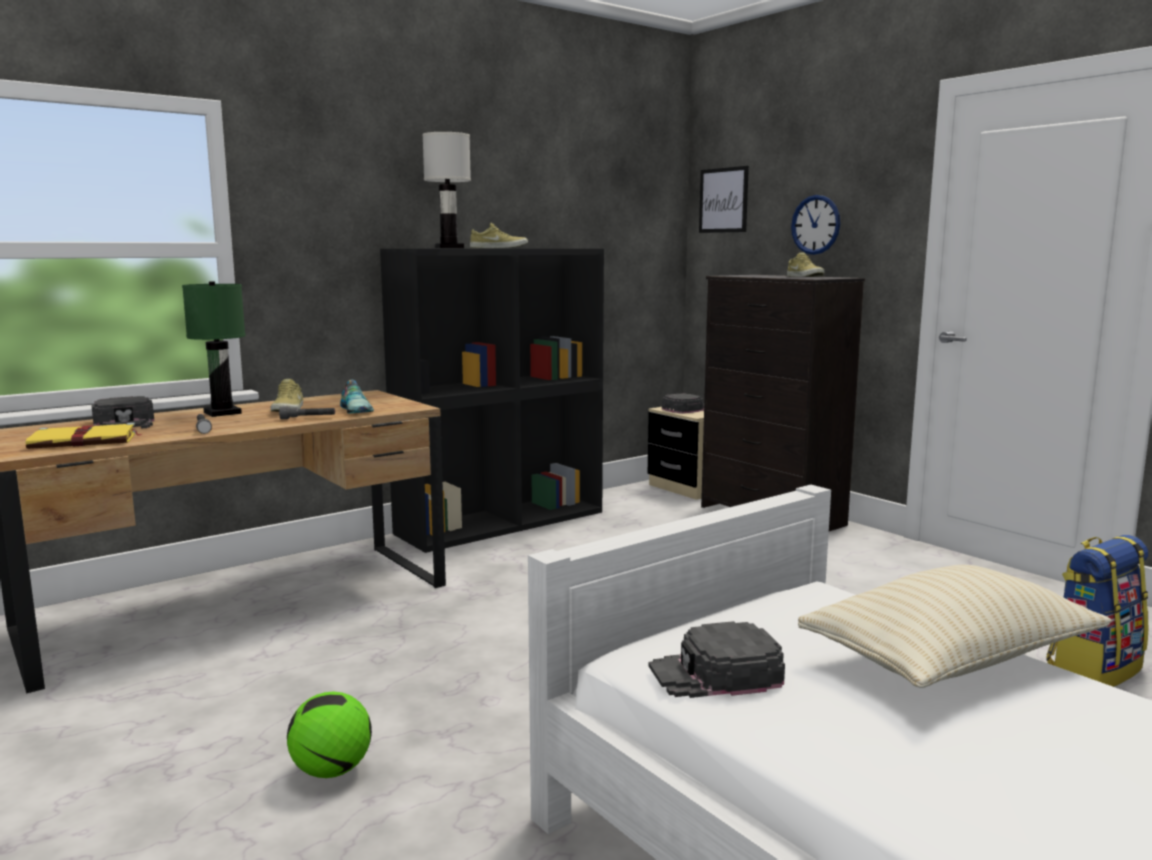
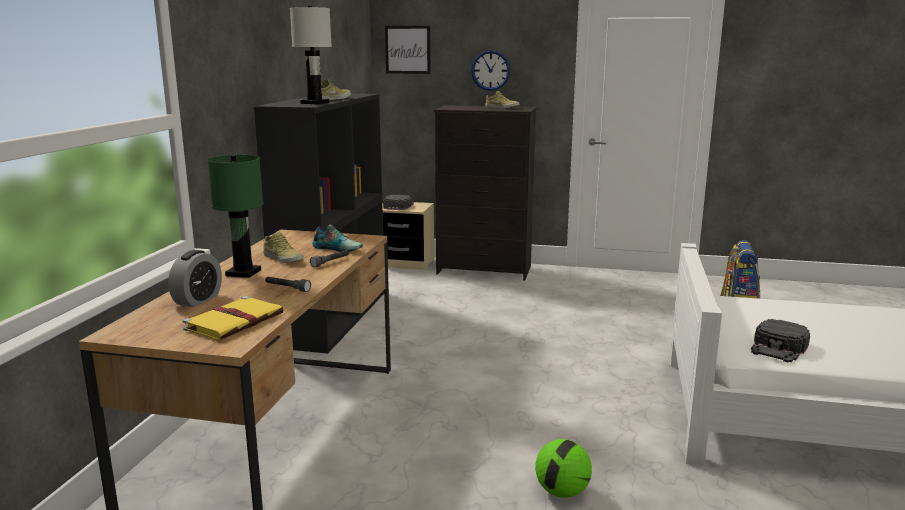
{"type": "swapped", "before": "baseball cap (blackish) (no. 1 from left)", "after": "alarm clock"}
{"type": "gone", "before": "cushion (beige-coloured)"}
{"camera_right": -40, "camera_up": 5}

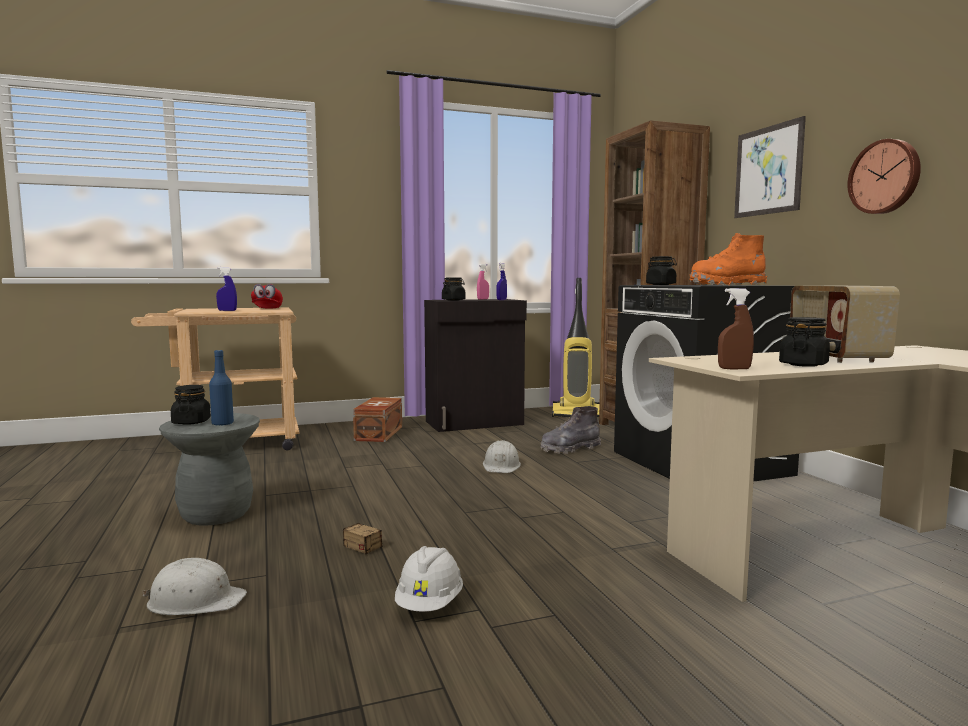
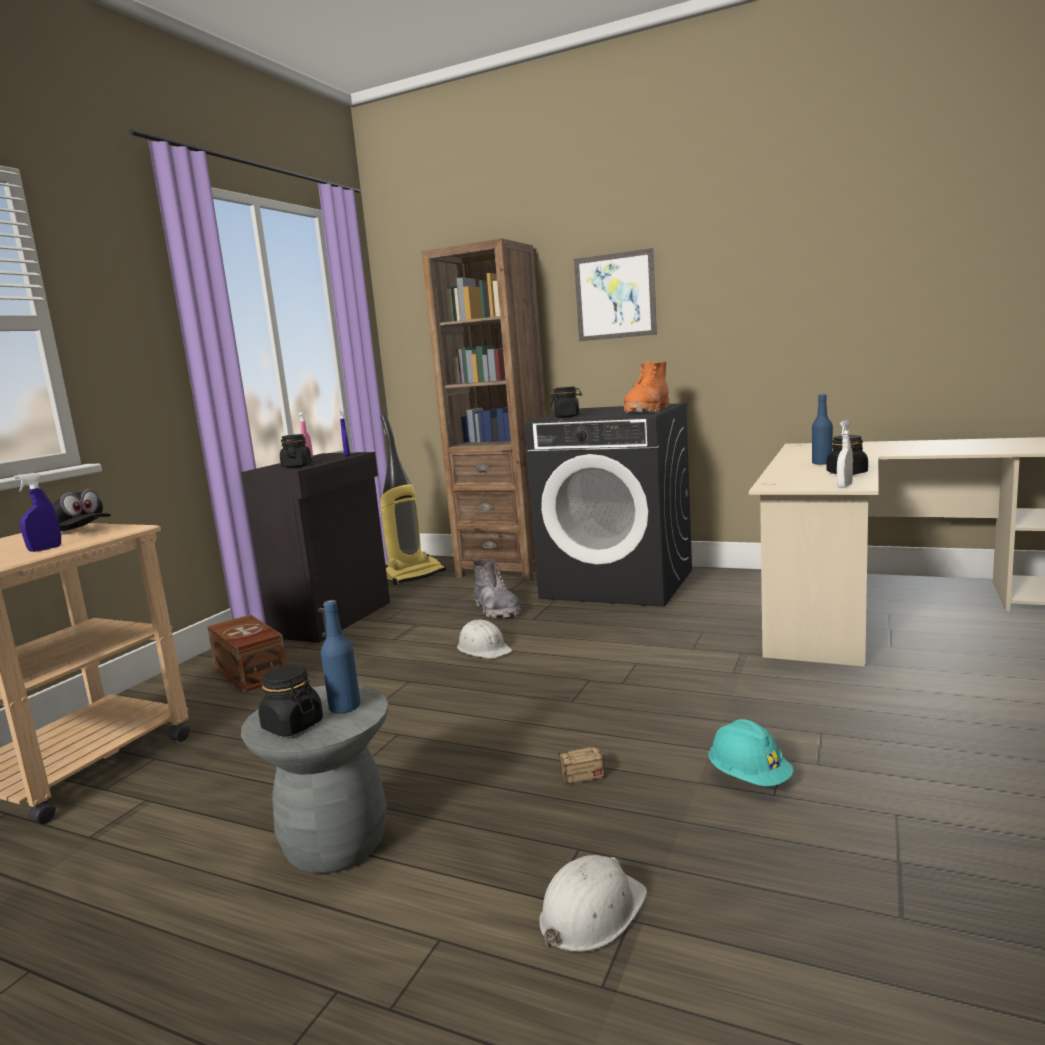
{"type": "repainted", "before": "baseball cap (red)", "after": "baseball cap (blackish)"}
{"type": "repainted", "before": "work helmet (whitish) (no. 2 from left)", "after": "work helmet (blue-green)"}
{"type": "rotated", "before": "boot (greyish)", "turn": -45}
{"type": "repainted", "before": "hand sprayer (brown-coloured)", "after": "hand sprayer (whitish)"}
{"type": "swapped", "before": "radio", "after": "drink bottle (blue-coloured) (no. 2 from left)"}
{"type": "gone", "before": "clock on the wall"}
{"camera_right": -45, "camera_up": 5}

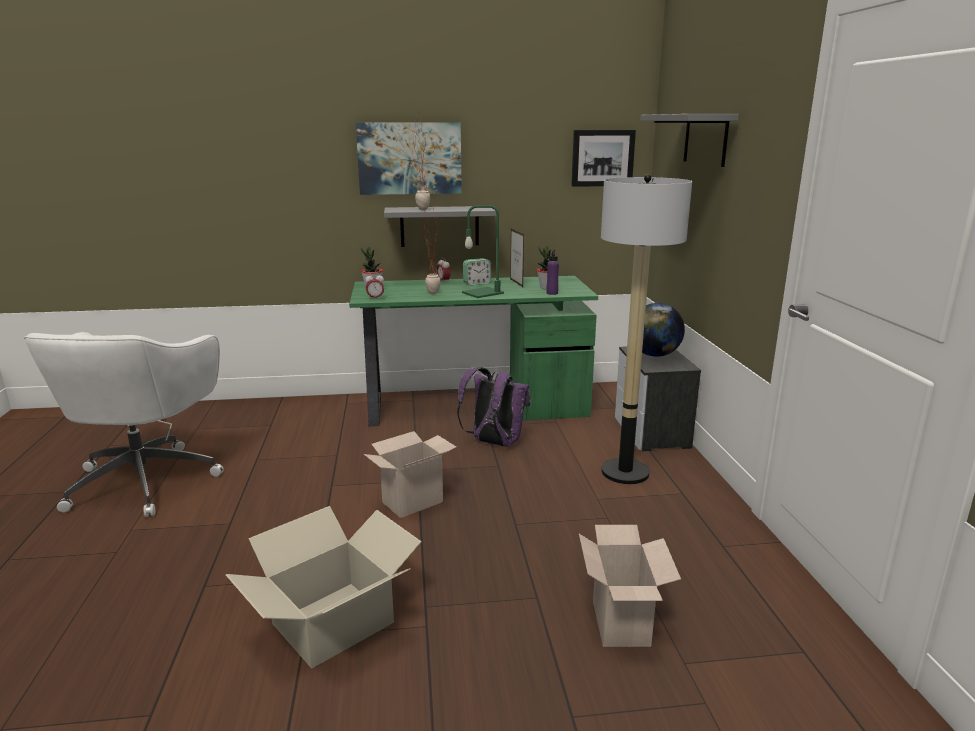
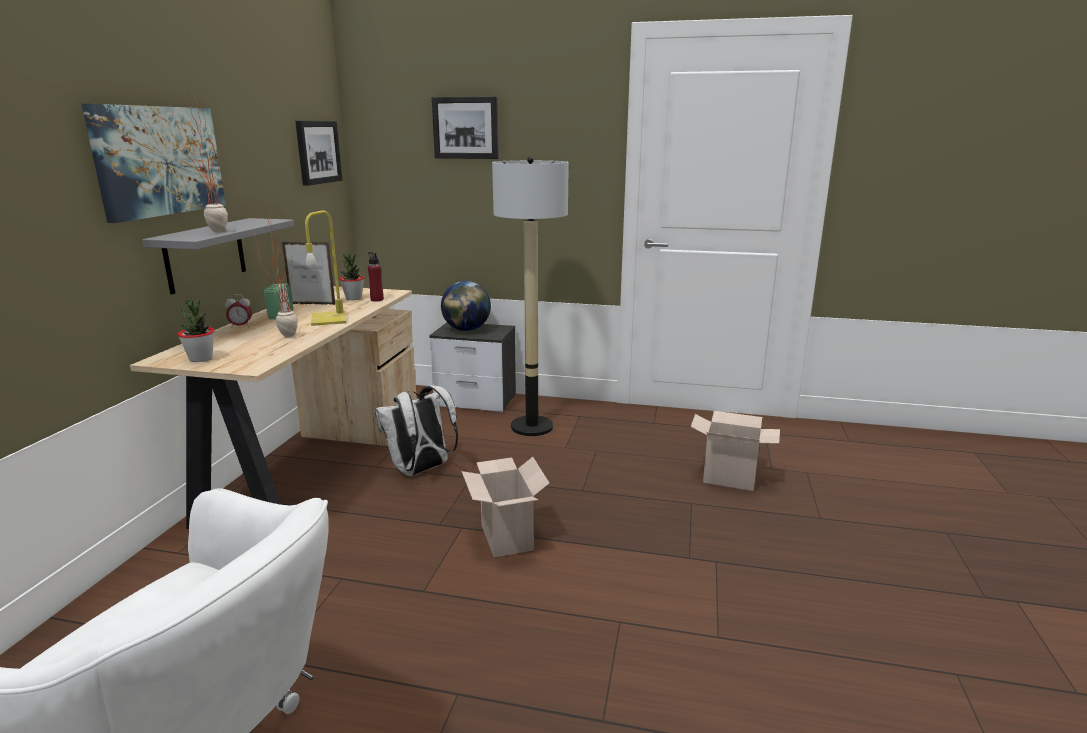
{"type": "gone", "before": "cardboard box (no. 1 from left)"}
{"type": "repainted", "before": "desk (green-coloured)", "after": "desk (beige-coloured)"}
{"type": "gone", "before": "alarm clock (no. 1 from left)"}
{"type": "repainted", "before": "knapsack (purple-coloured)", "after": "knapsack (whitish)"}
{"type": "repainted", "before": "lamp for a table (green-coloured)", "after": "lamp for a table (yellow-coloured)"}
{"type": "repainted", "before": "drink bottle (purple-coloured)", "after": "drink bottle (red)"}
{"type": "swapped", "before": "bracket shelf (greyish) (no. 2 from left)", "after": "wall picture (no. 3 from left)"}
{"camera_right": -70, "camera_up": 0}

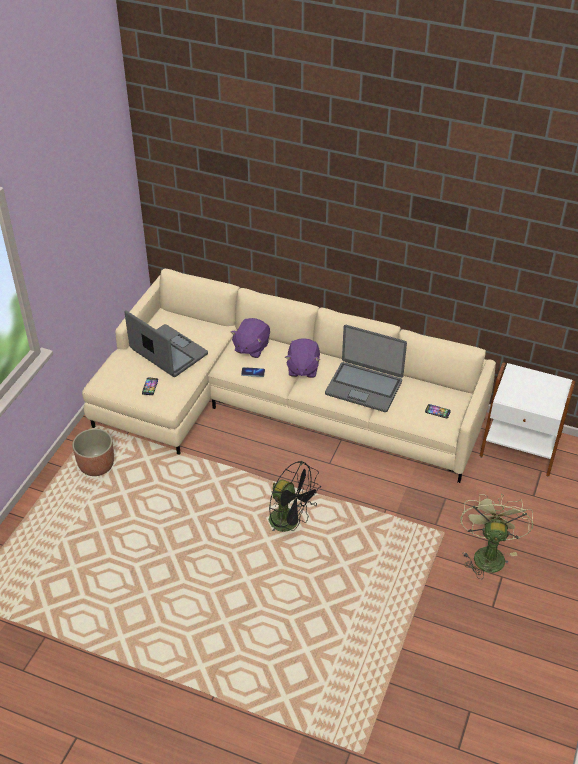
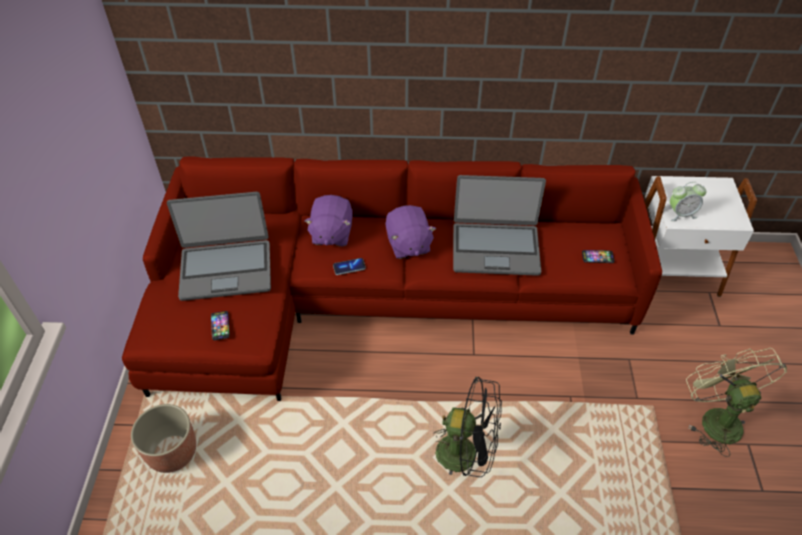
{"type": "repainted", "before": "couch (beige-coloured)", "after": "couch (red)"}
{"type": "rotated", "before": "notebook computer (no. 1 from left)", "turn": 150}
{"type": "new", "after": "alarm clock"}
{"camera_right": -20, "camera_up": 5}

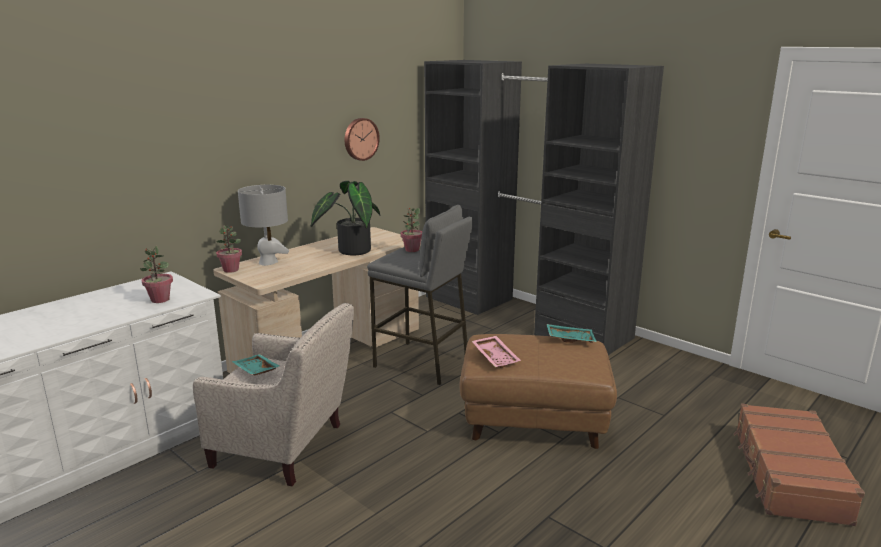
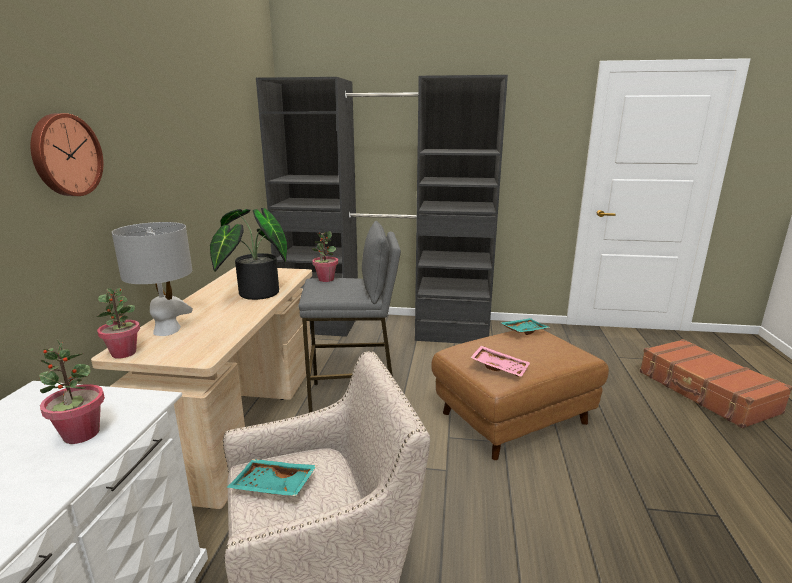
{"type": "shifted", "before": "clock on the wall"}
{"camera_right": -35, "camera_up": 0}

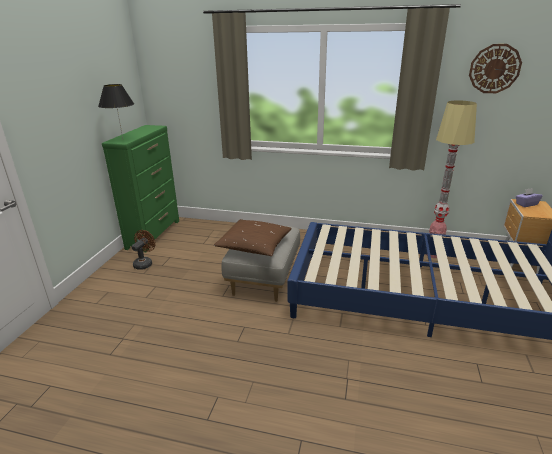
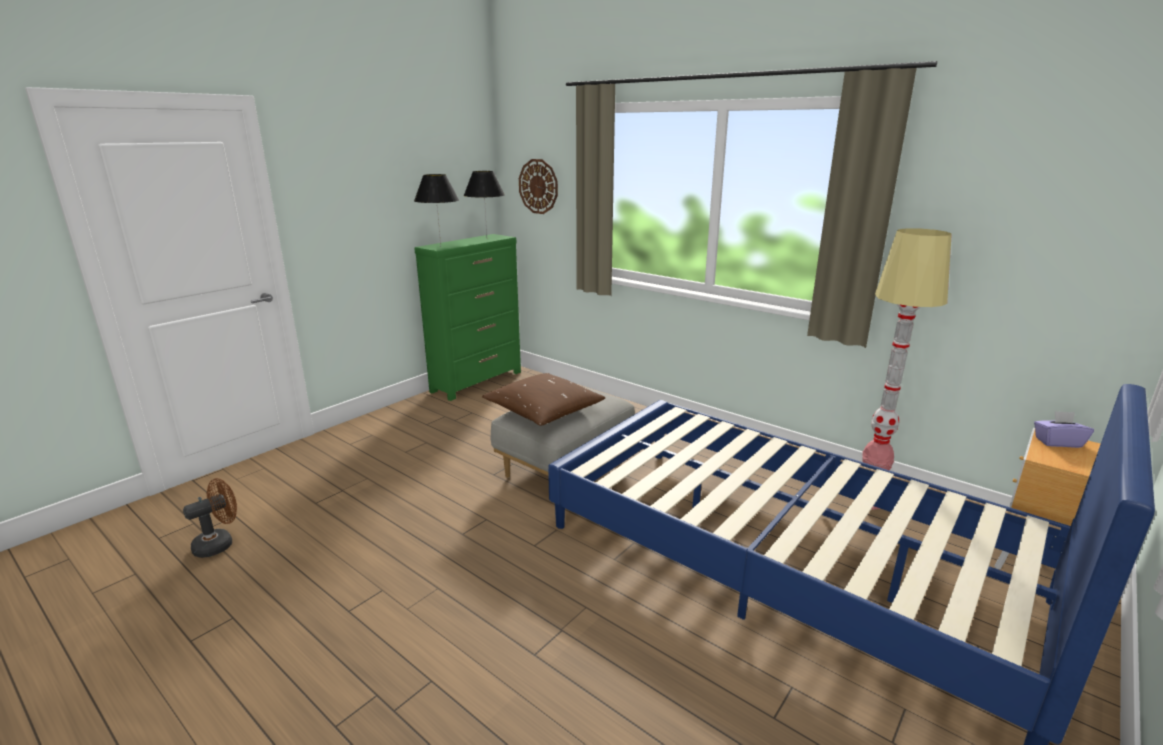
{"type": "shifted", "before": "electric fan (brown-coloured)"}
{"type": "shifted", "before": "clock on the wall"}
{"type": "new", "after": "lamp for a table (blackish) (no. 2 from left)"}
{"camera_right": 25, "camera_up": -5}

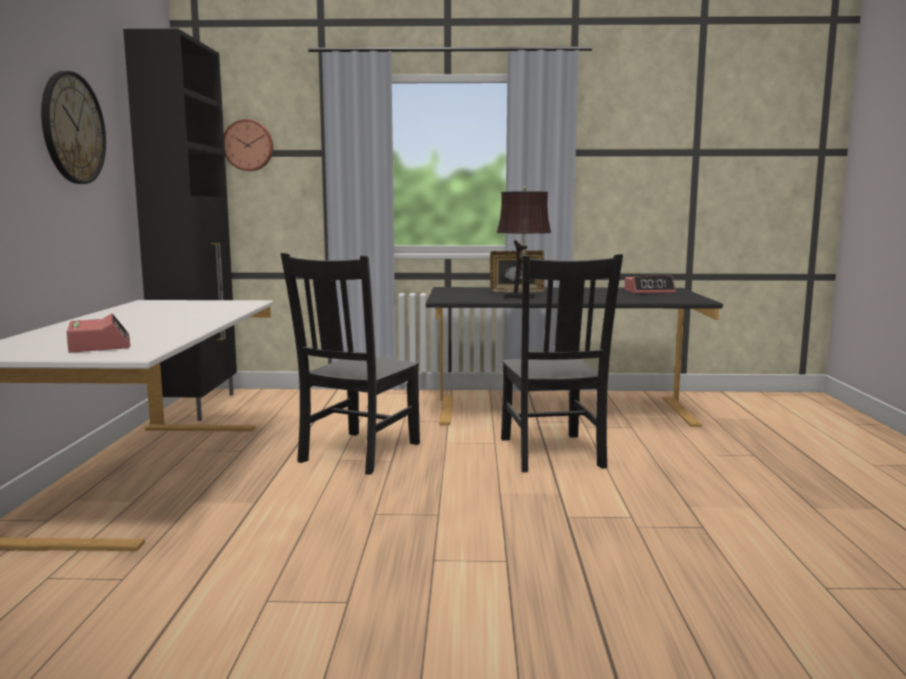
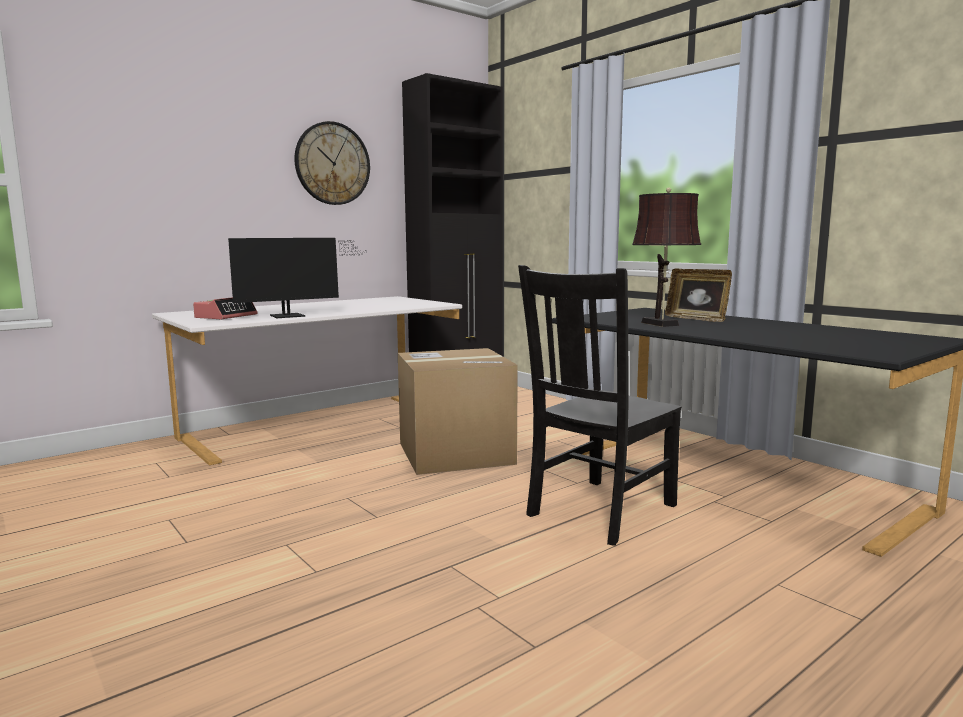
{"type": "gone", "before": "clock on the wall (no. 2 from left)"}
{"type": "swapped", "before": "chair (blackish) (no. 1 from left)", "after": "cardboard box"}
{"type": "gone", "before": "alarm clock (no. 2 from left)"}
{"type": "new", "after": "computer screen"}
{"camera_right": 50, "camera_up": 0}

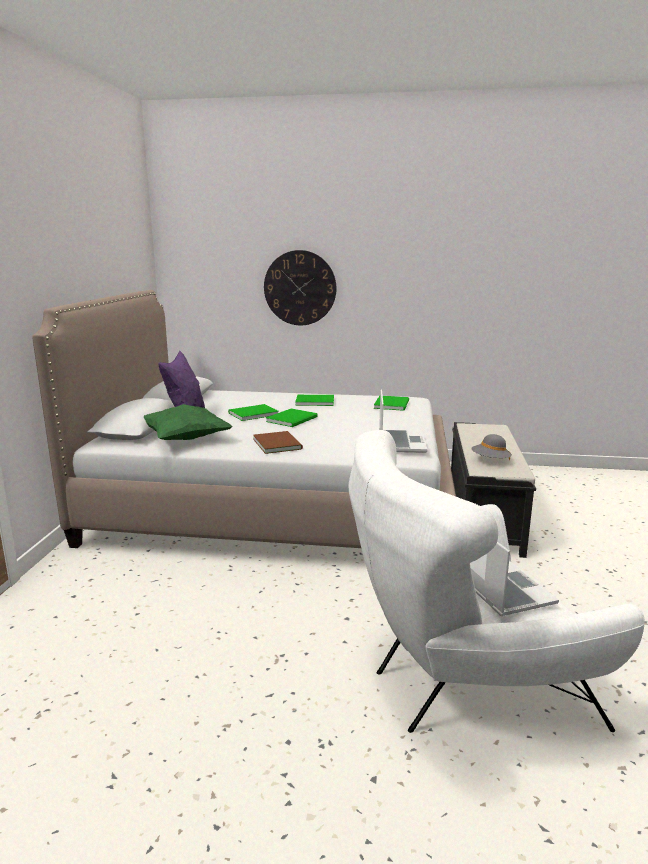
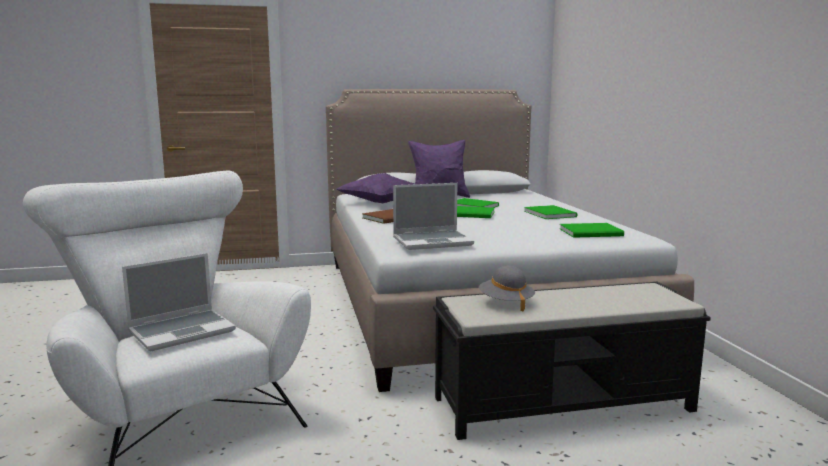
{"type": "repainted", "before": "cushion (green-coloured)", "after": "cushion (purple-coloured) (no. 1 from left)"}
{"type": "gone", "before": "clock on the wall"}
{"camera_right": 70, "camera_up": -5}

